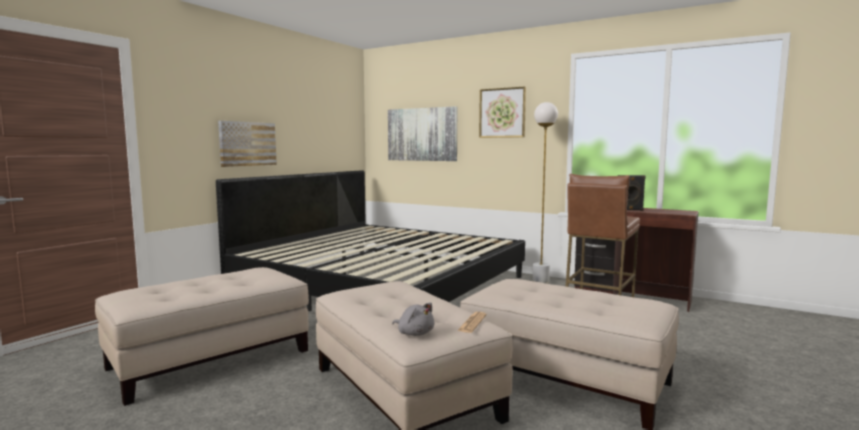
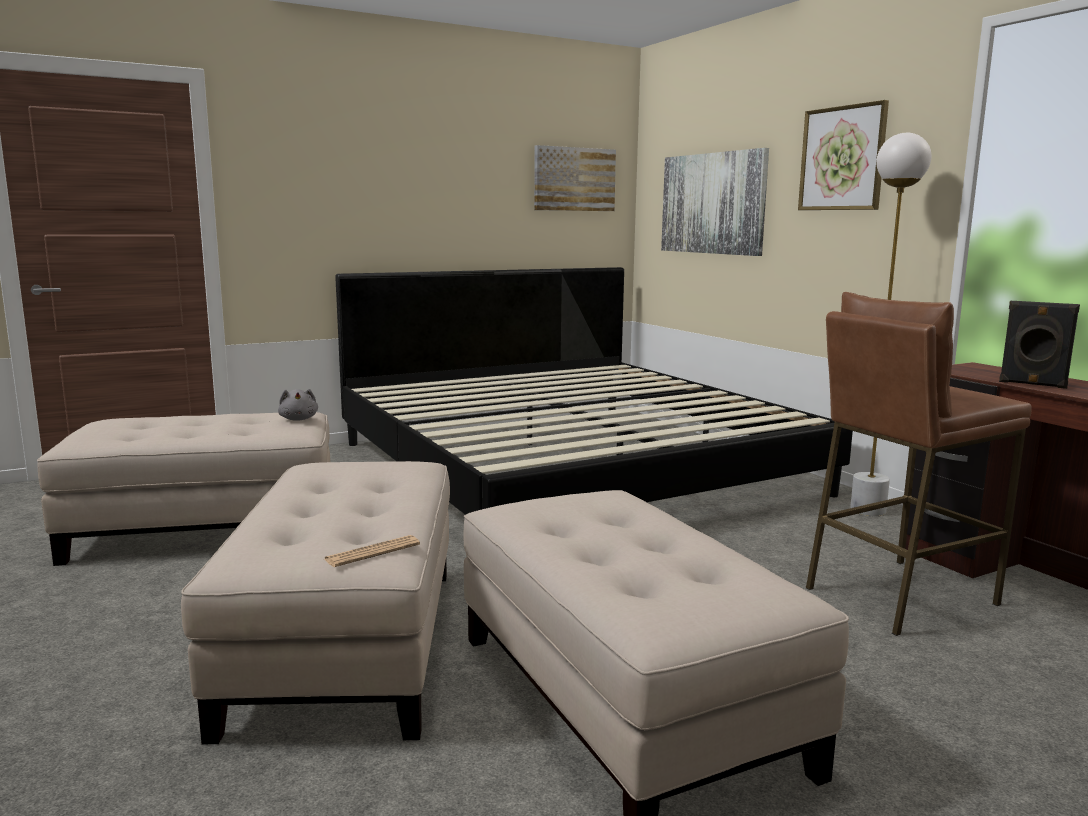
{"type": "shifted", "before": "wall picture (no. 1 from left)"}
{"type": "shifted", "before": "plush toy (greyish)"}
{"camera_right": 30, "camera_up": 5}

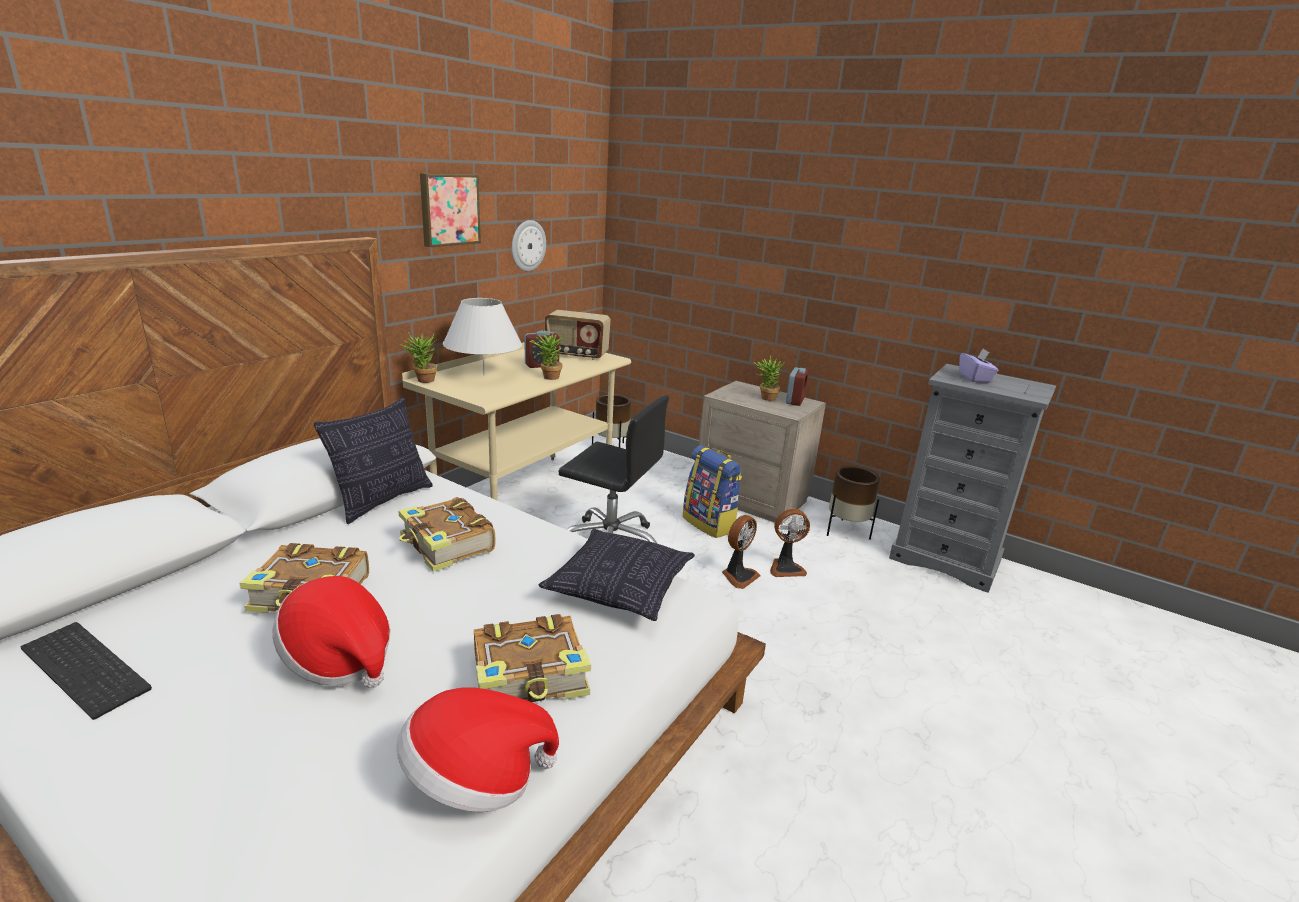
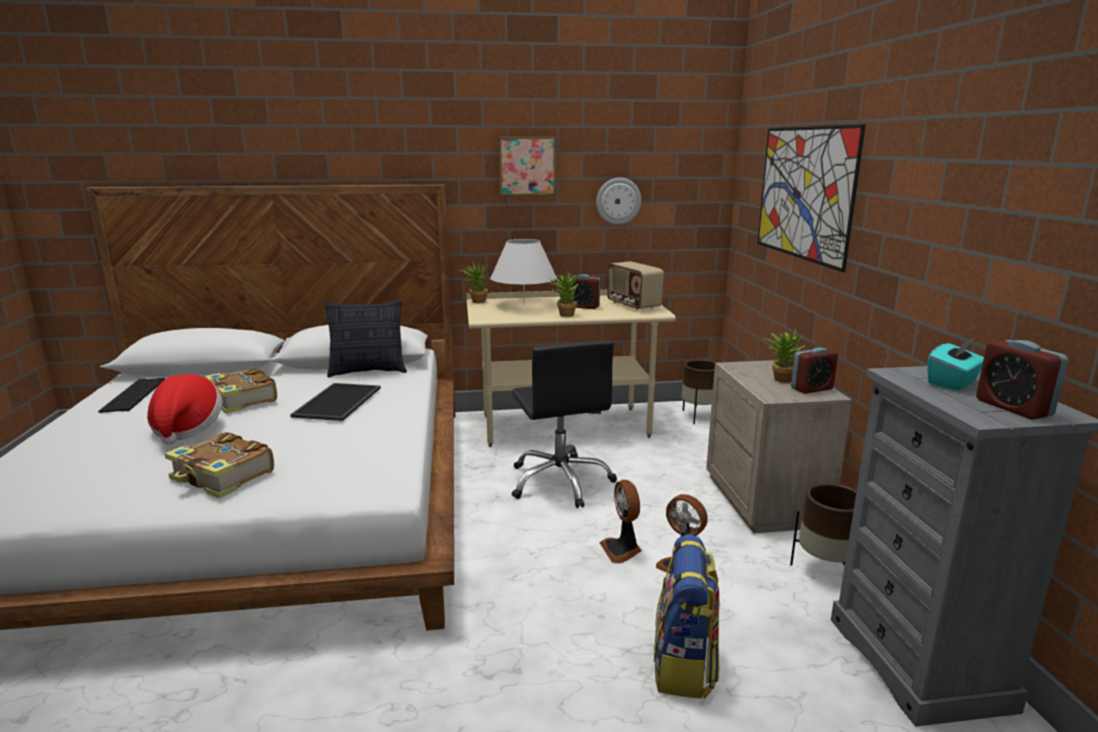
{"type": "gone", "before": "hat (no. 2 from left)"}
{"type": "swapped", "before": "bound book (no. 2 from left)", "after": "tray"}
{"type": "gone", "before": "cushion (no. 2 from left)"}
{"type": "shifted", "before": "knapsack"}
{"type": "rotated", "before": "electric fan (no. 1 from left)", "turn": 75}
{"type": "repainted", "before": "box of tissues (purple-coloured)", "after": "box of tissues (blue-green)"}
{"type": "new", "after": "wall picture (no. 2 from left)"}
{"type": "new", "after": "alarm clock (no. 3 from left)"}
{"camera_right": 50, "camera_up": -5}

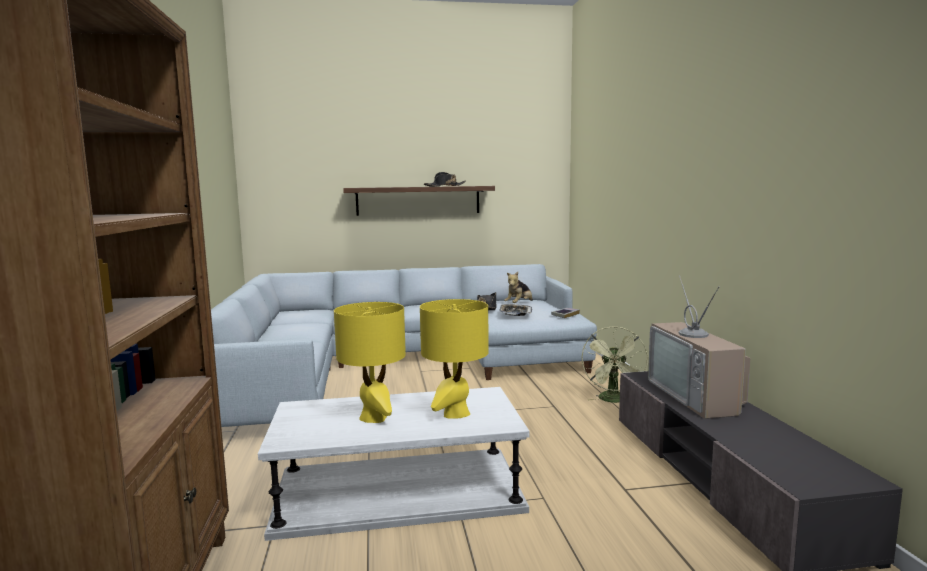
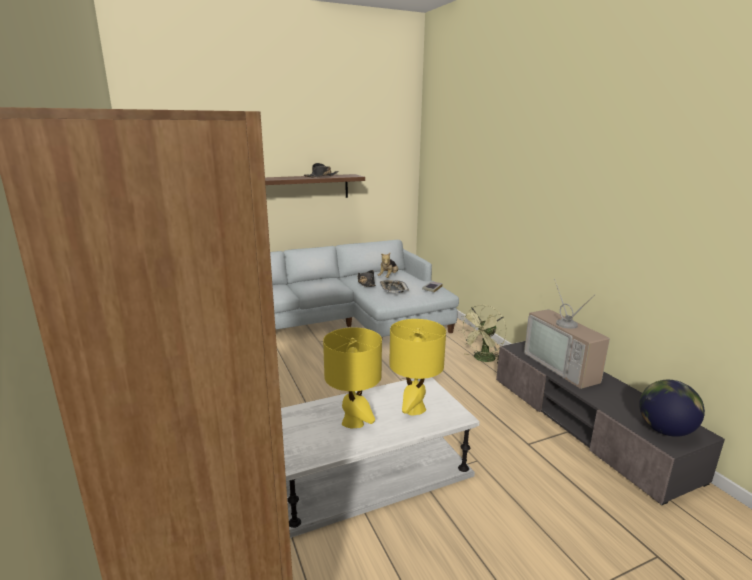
{"type": "rotated", "before": "electric fan (green-coloured)", "turn": 45}
{"type": "new", "after": "world globe"}
{"camera_right": -15, "camera_up": 10}

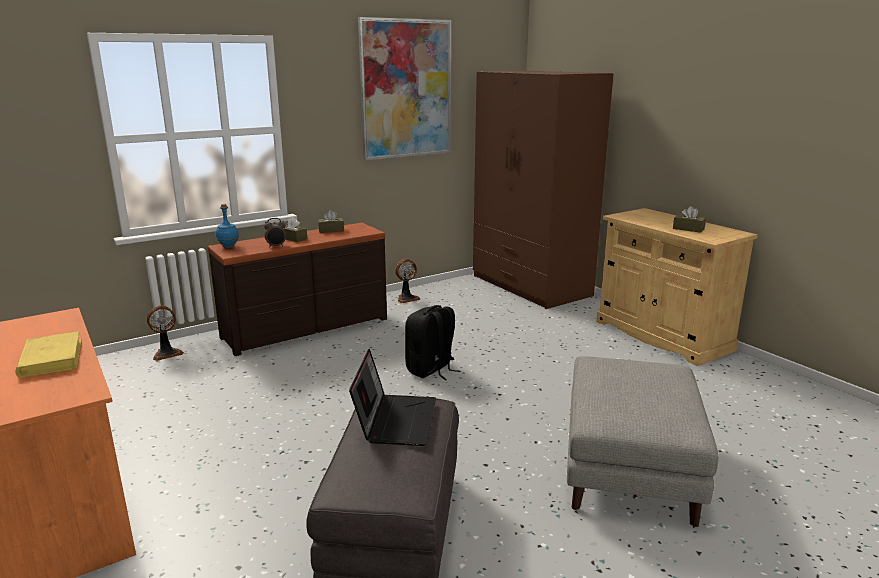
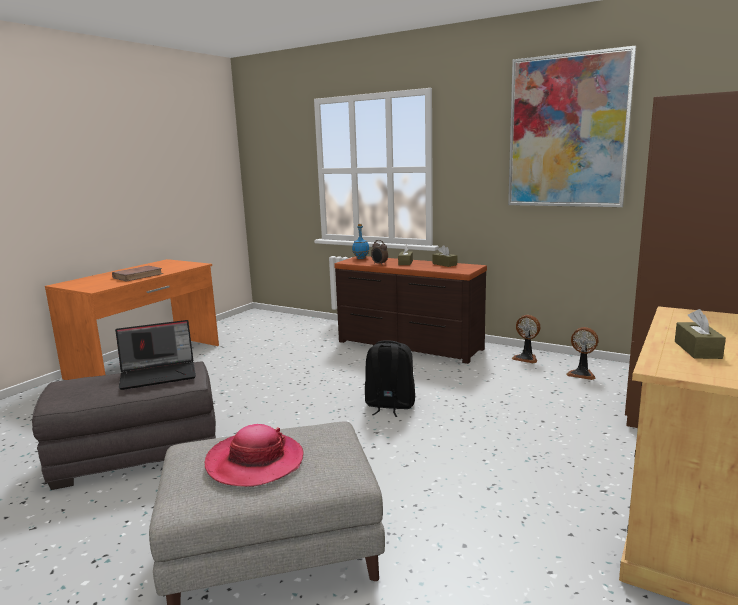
{"type": "repainted", "before": "bound book (yellow-coloured)", "after": "bound book (brown-coloured)"}
{"type": "shifted", "before": "electric fan (no. 1 from left in the first image)", "after": "electric fan (no. 2 from left)"}
{"type": "new", "after": "hat"}
{"camera_right": 65, "camera_up": -5}

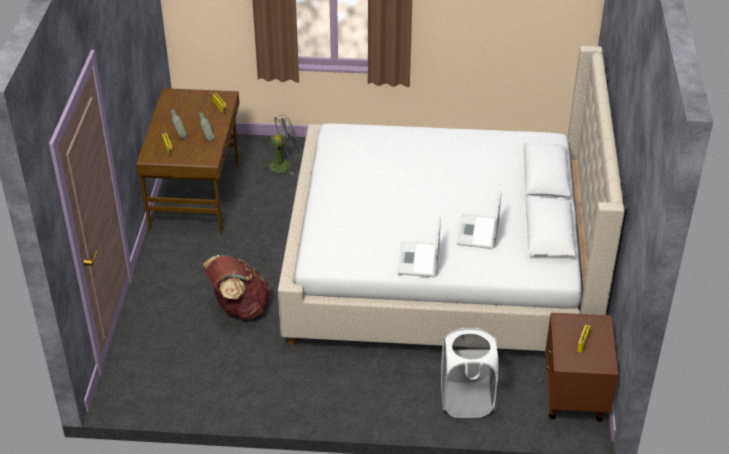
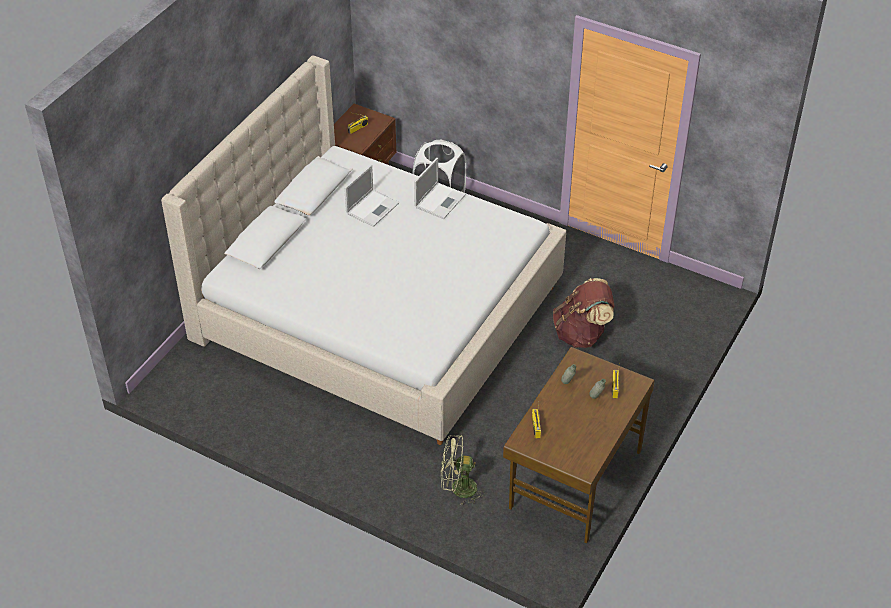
{"type": "repainted", "before": "electric fan (greyish)", "after": "electric fan (green-coloured)"}
{"camera_right": -155, "camera_up": 5}

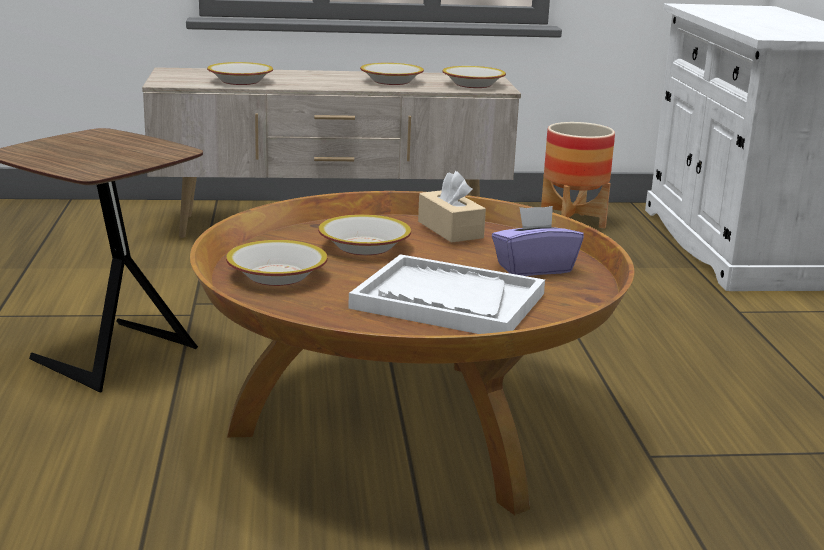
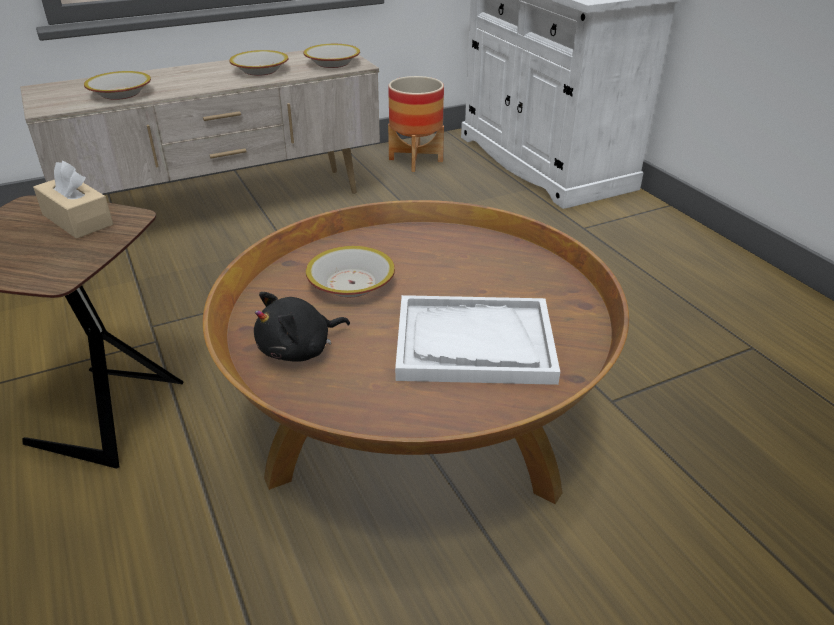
{"type": "swapped", "before": "bowl (no. 2 from left)", "after": "plush toy (blackish)"}
{"type": "shifted", "before": "box of tissues (beige-coloured)"}
{"type": "gone", "before": "box of tissues (purple-coloured)"}
{"camera_right": -20, "camera_up": 15}

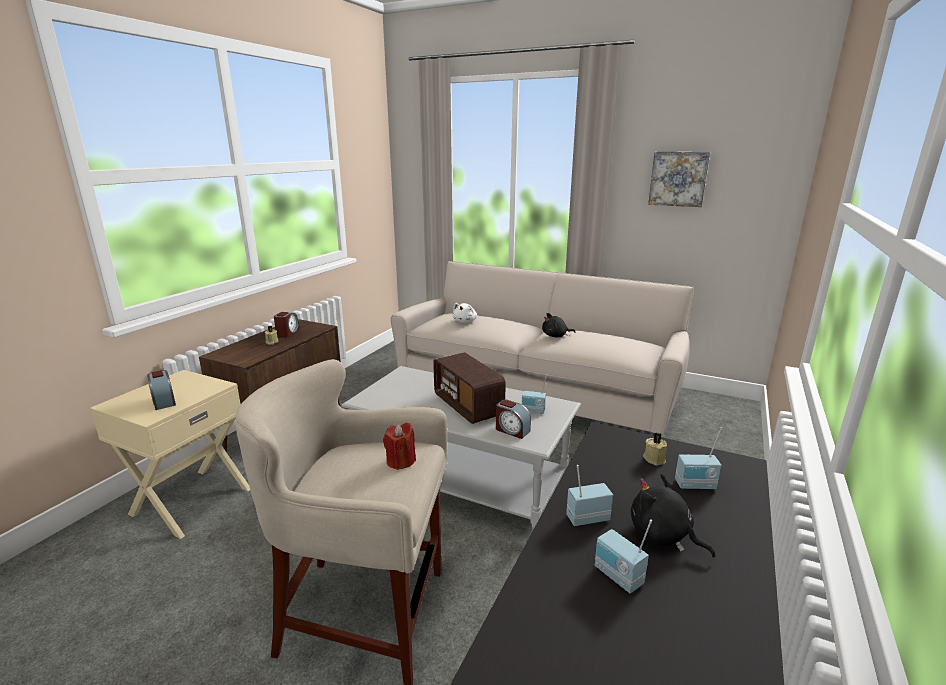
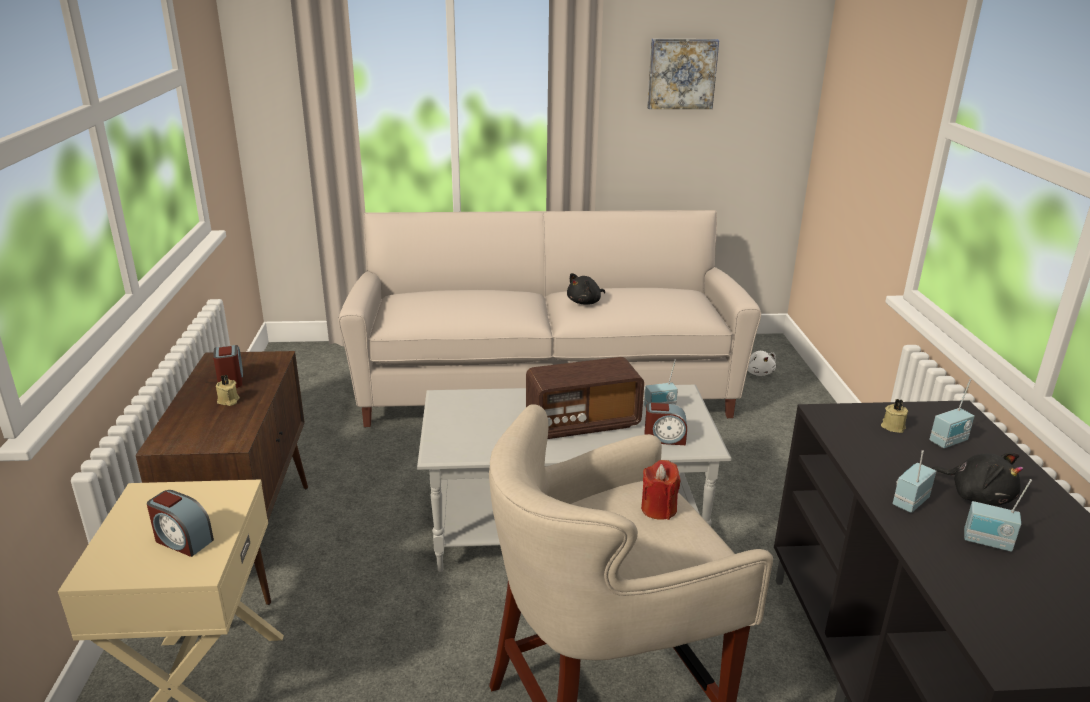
{"type": "rotated", "before": "radio (no. 1 from left)", "turn": -45}
{"type": "shifted", "before": "plush toy (whitish)"}
{"type": "rotated", "before": "plush toy (blackish) (no. 2 from left)", "turn": -150}
{"camera_right": -30, "camera_up": 5}

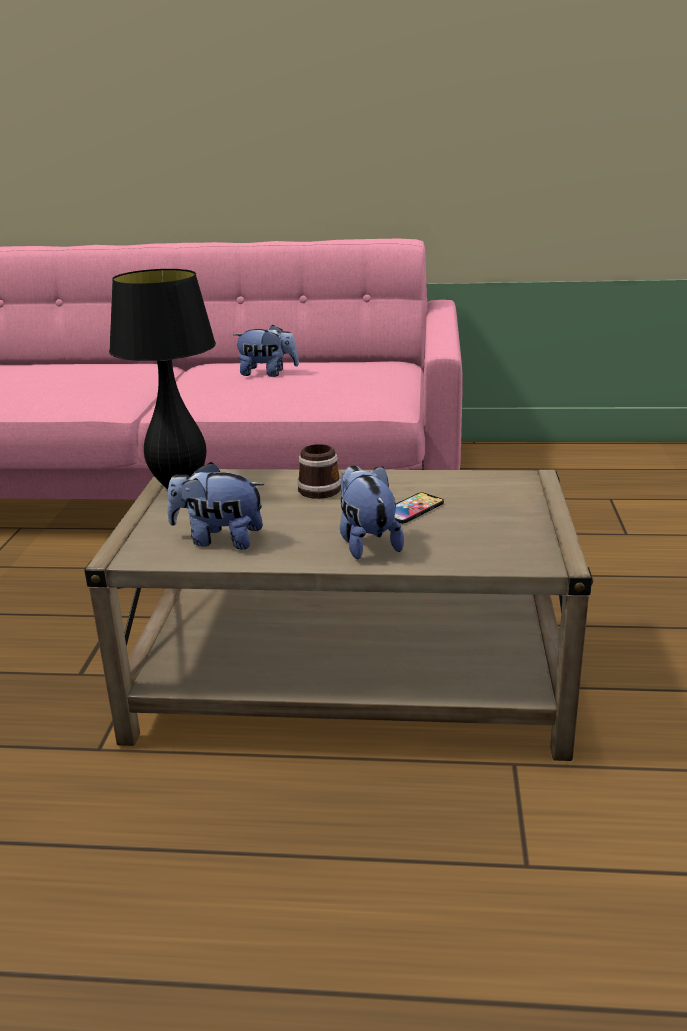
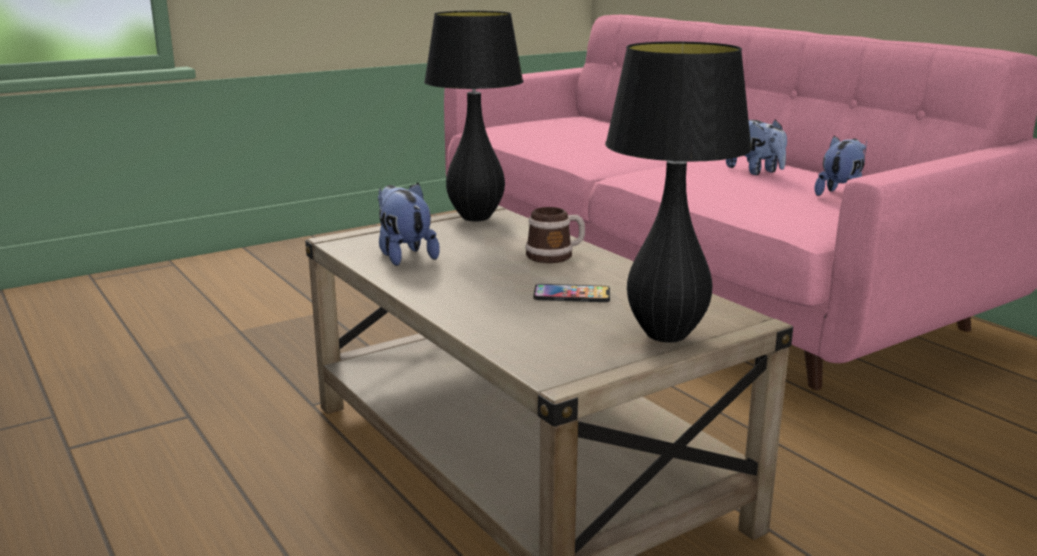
{"type": "shifted", "before": "plush toy (no. 3 from left)"}
{"type": "new", "after": "lamp for a table (blackish) (no. 2 from left)"}
{"camera_right": 50, "camera_up": -5}

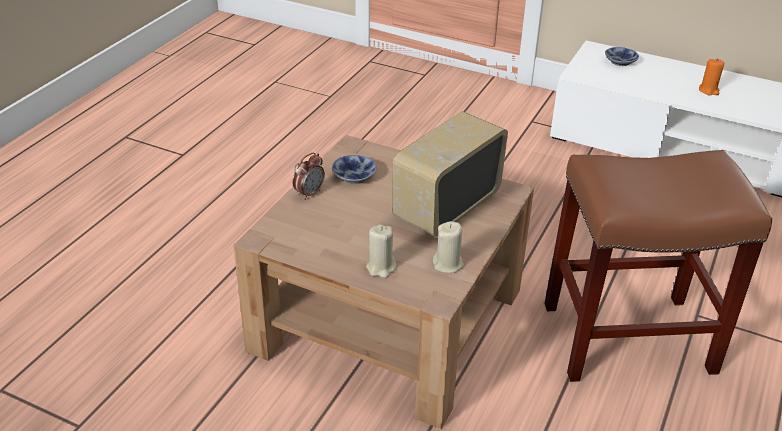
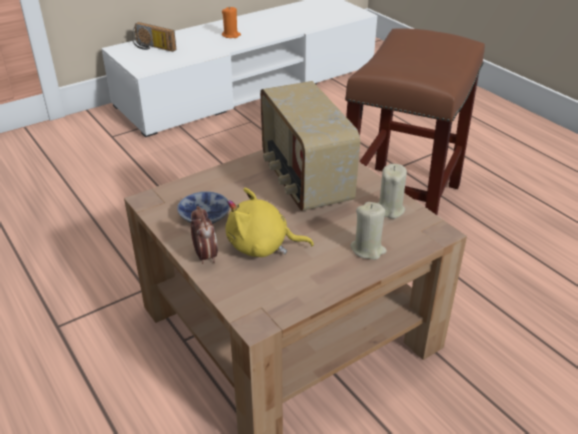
{"type": "swapped", "before": "bowl (no. 2 from left)", "after": "radio (no. 1 from left)"}
{"type": "new", "after": "plush toy (yellow-coloured)"}
{"camera_right": -60, "camera_up": 0}

